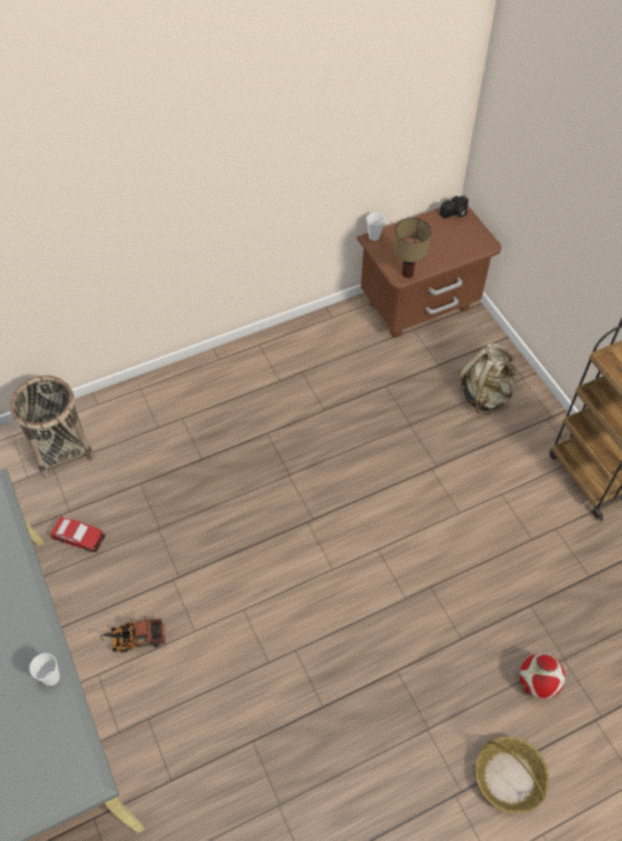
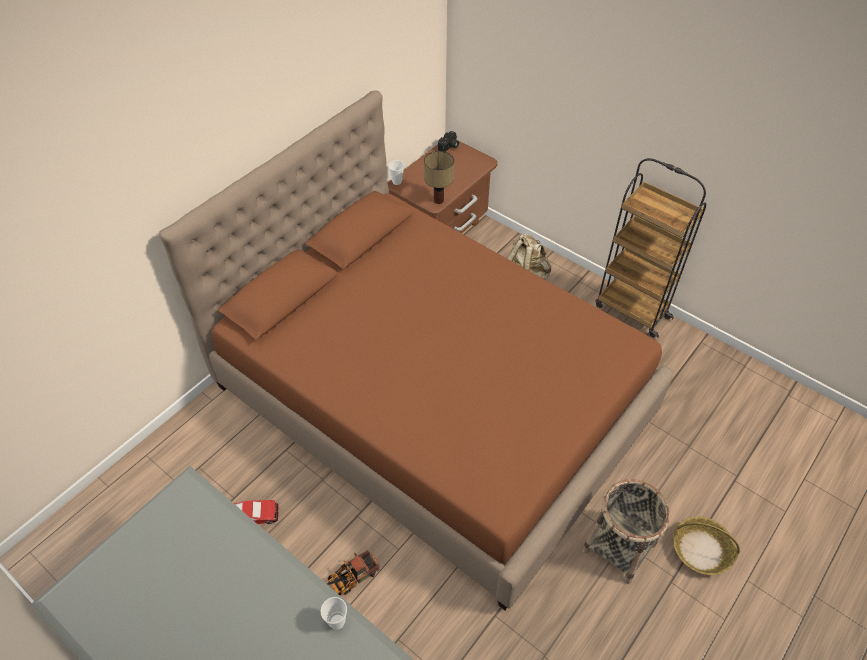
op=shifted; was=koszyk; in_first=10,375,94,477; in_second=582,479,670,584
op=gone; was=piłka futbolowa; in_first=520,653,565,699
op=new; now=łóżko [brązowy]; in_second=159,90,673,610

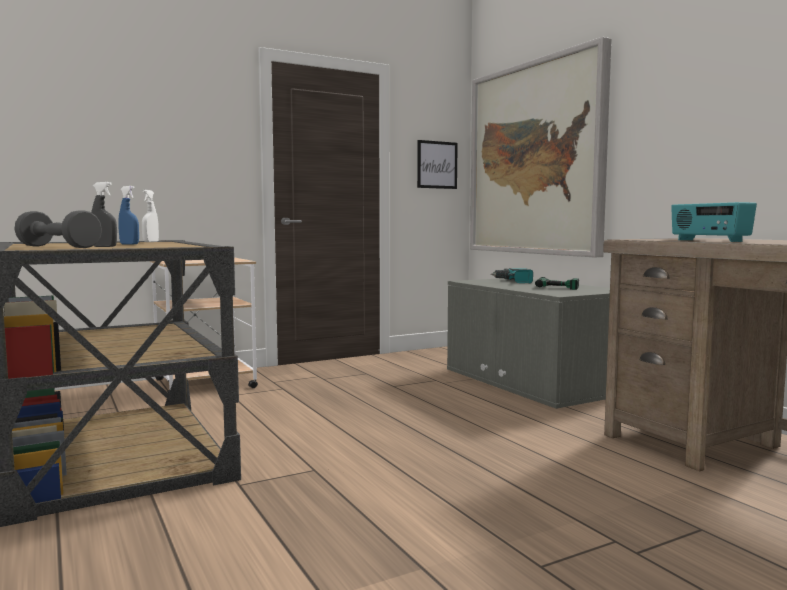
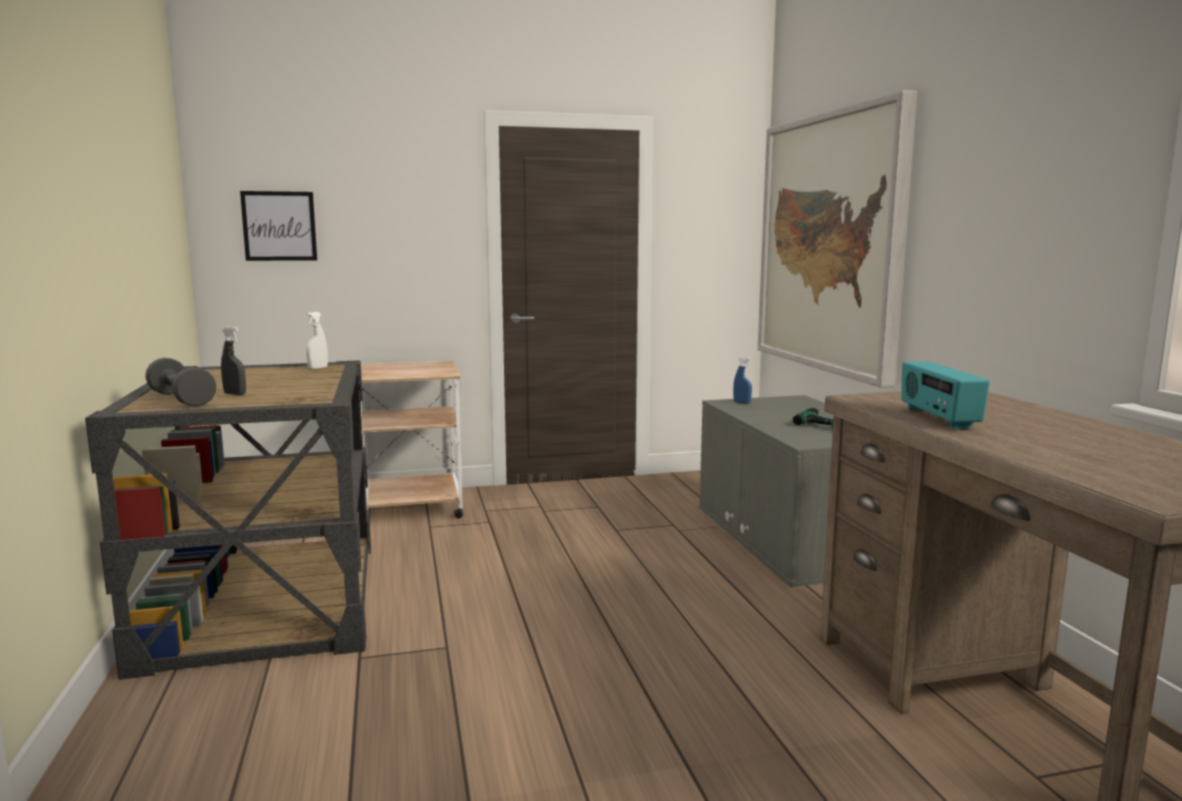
op=shifted; was=obraz; in_first=417,140,458,189; in_second=240,191,317,261
op=shifted; was=spryskiwacz [niebieski]; in_first=118,186,139,245; in_second=733,356,752,404
op=gone; was=wiertarka; in_first=491,268,533,284

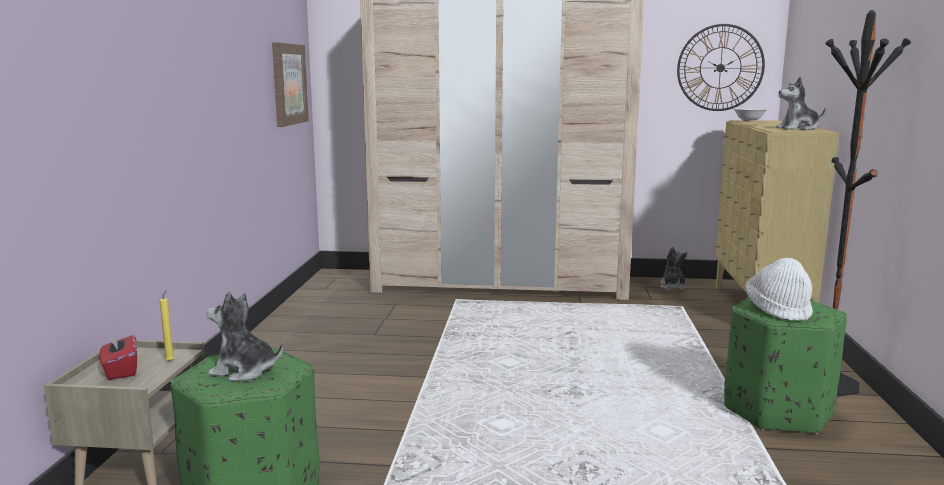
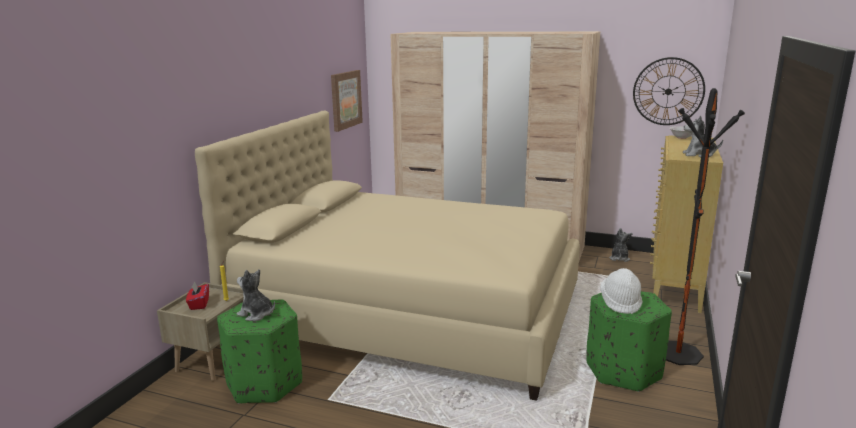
op=new; now=łóżko [beżowy]; in_second=195,111,580,401

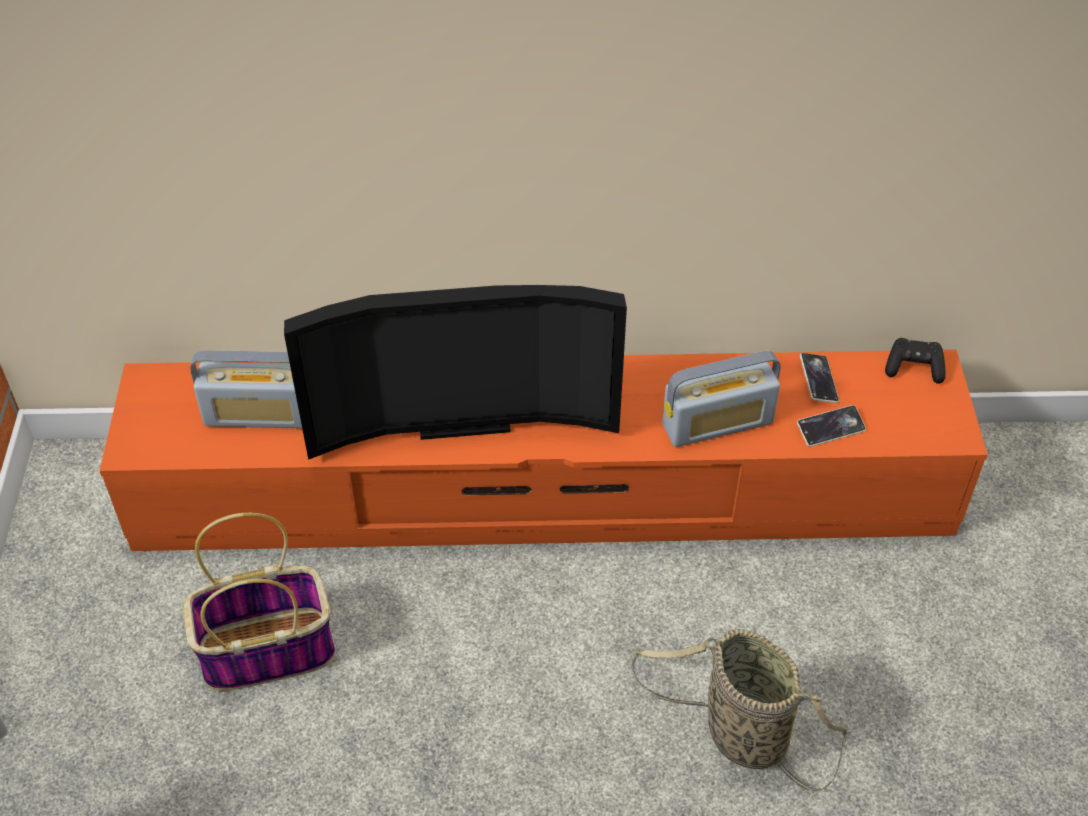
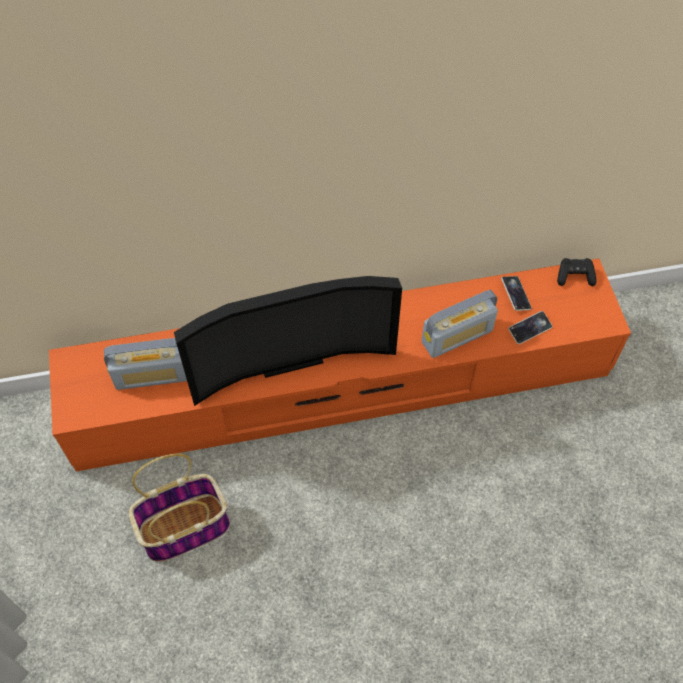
op=gone; was=koszyk; in_first=631,629,848,791

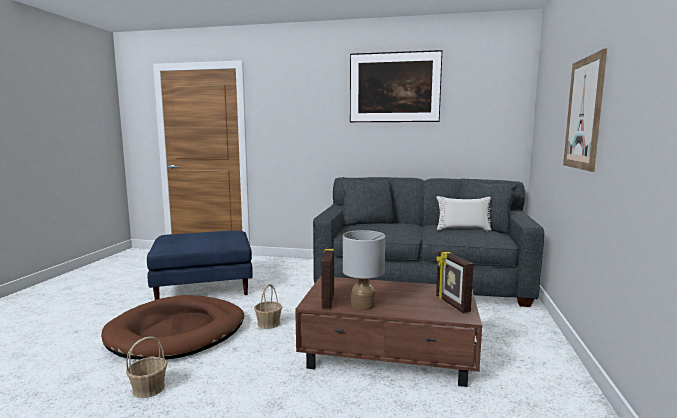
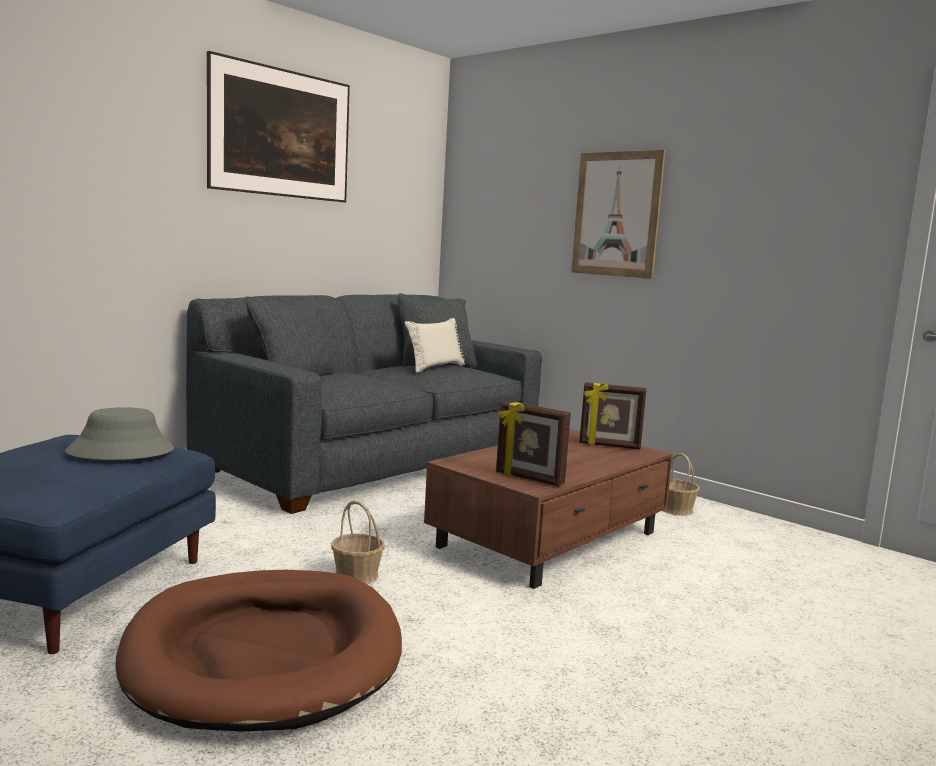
op=gone; was=lampa stołowa [szary]; in_first=343,230,385,310
op=shifted; was=koszyk; in_first=126,337,167,398; in_second=663,453,700,516
op=new; now=kapelusz [szary]; in_second=65,407,174,460

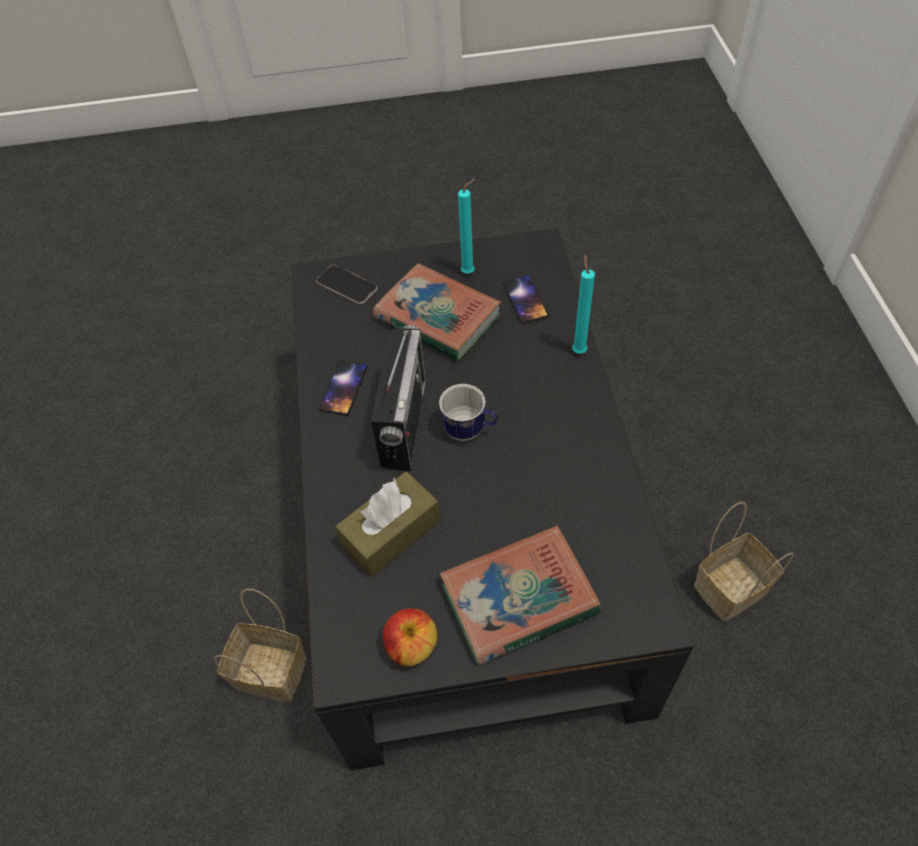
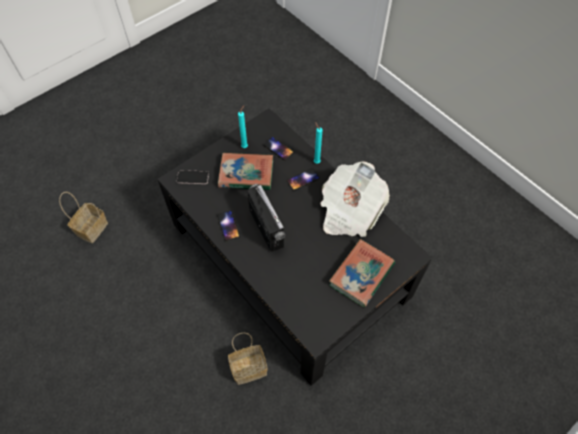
op=gone; was=kubek; in_first=439,384,498,441
op=gone; was=pudełko chusteczek [brązowy]; in_first=335,471,440,577
op=shifted; was=koszyk; in_first=694,502,794,621; in_second=59,192,108,243
op=gone; was=jabłko; in_first=383,609,437,666
op=new; now=gazeta; in_second=321,161,390,237
op=new; now=telefon; in_second=287,168,320,191

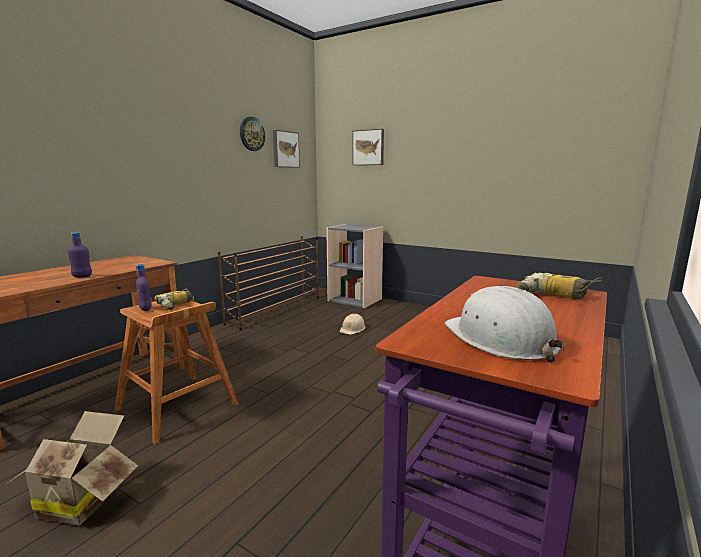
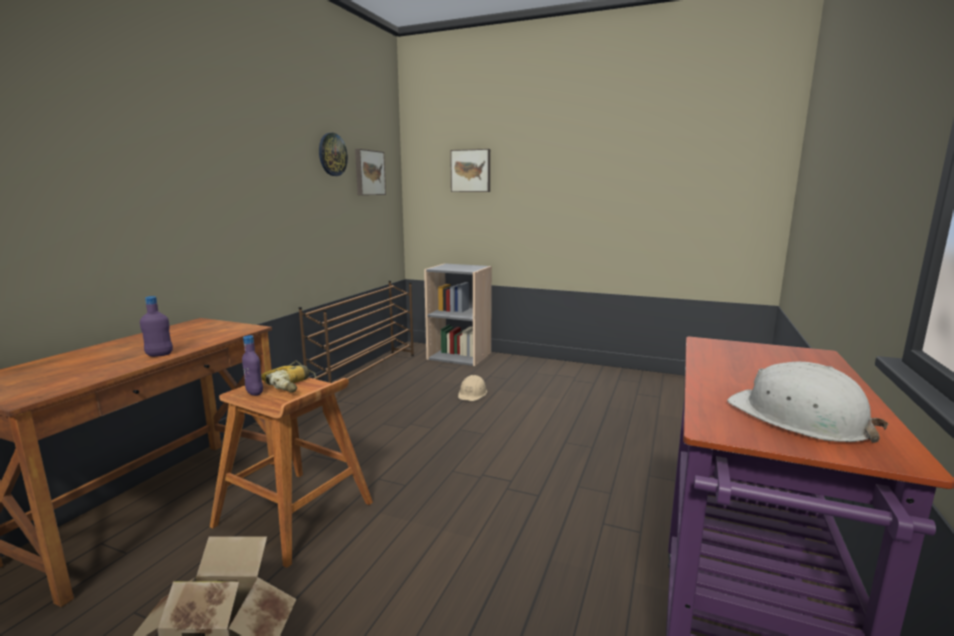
op=gone; was=wiertarka; in_first=514,273,602,300

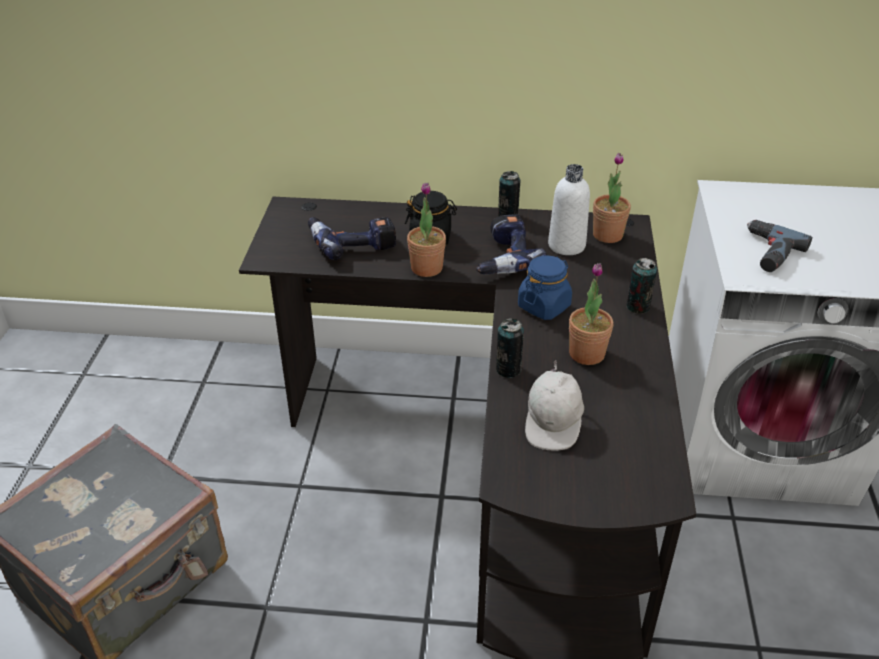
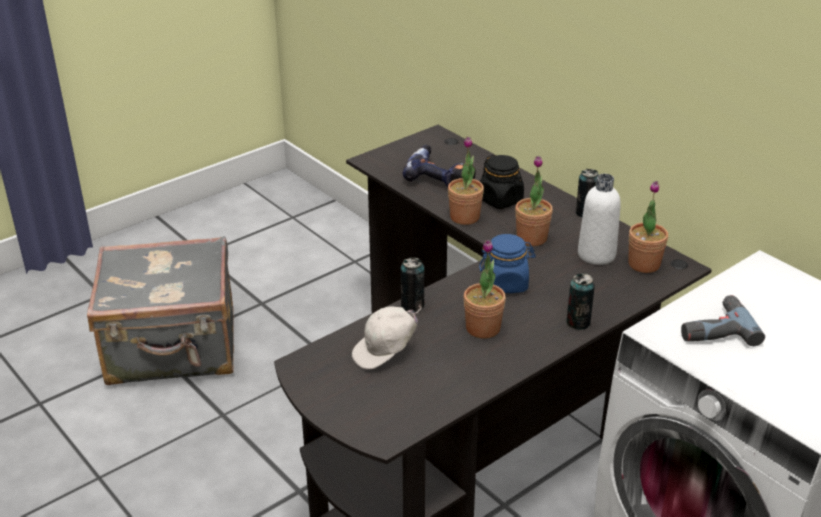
op=swapped; was=wiertarka; now=roślina doniczkowa; in_first=476,214,547,274; in_second=515,156,553,246

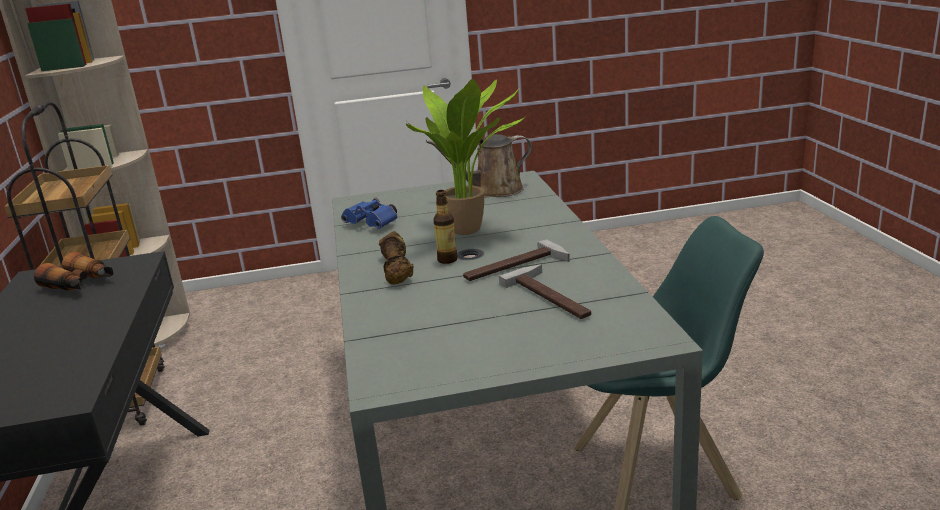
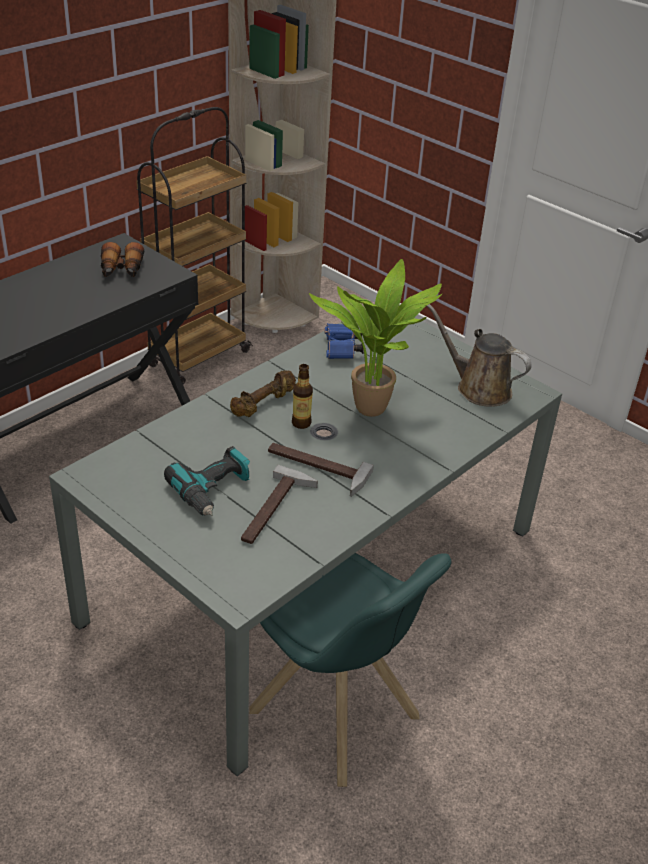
op=new; now=wiertarka; in_second=164,446,250,516

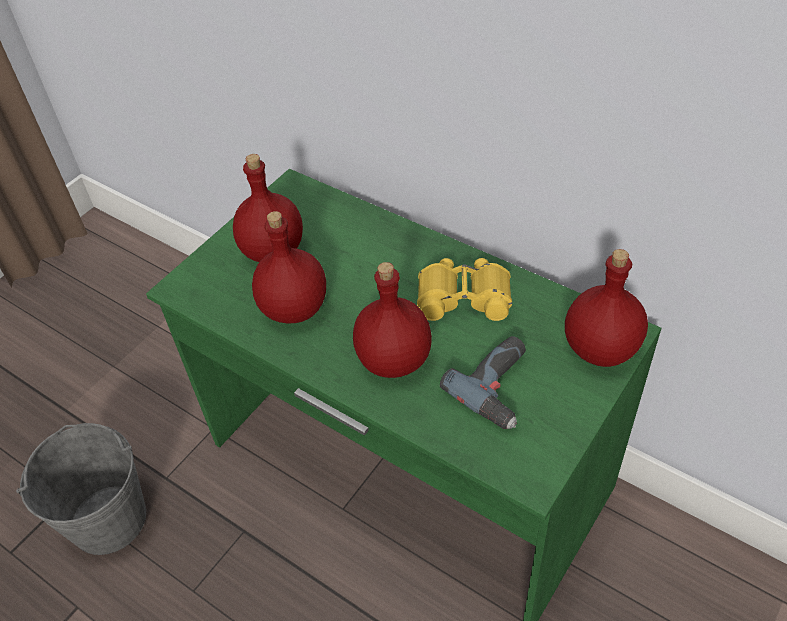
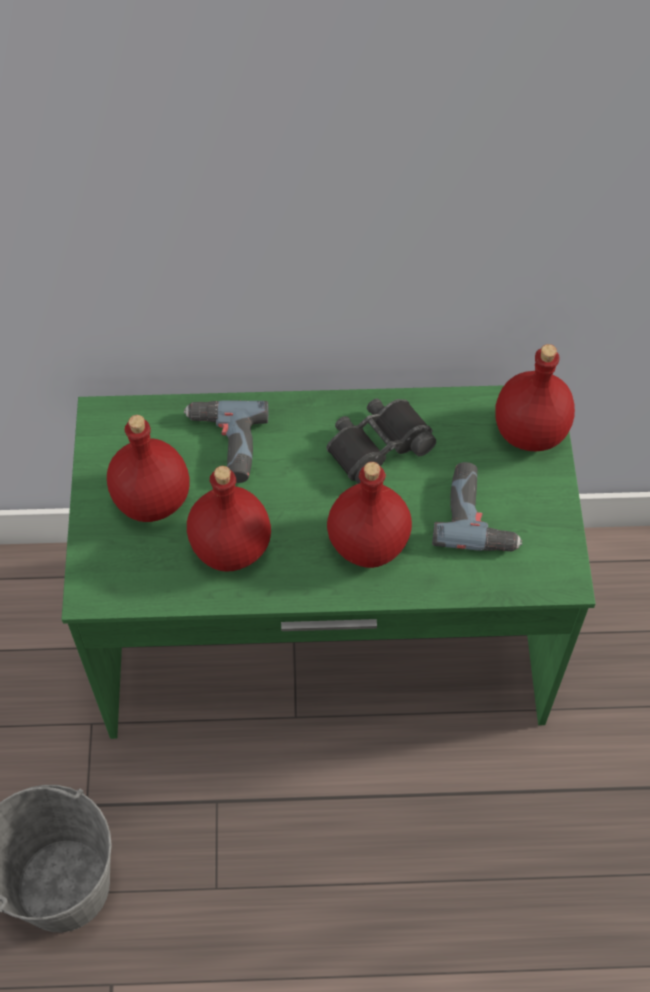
op=repainted; was=lornetka [żółty]; now=lornetka [czarny]; in_first=417,258,512,321; in_second=326,399,436,484
op=new; now=wiertarka; in_second=184,400,269,483

